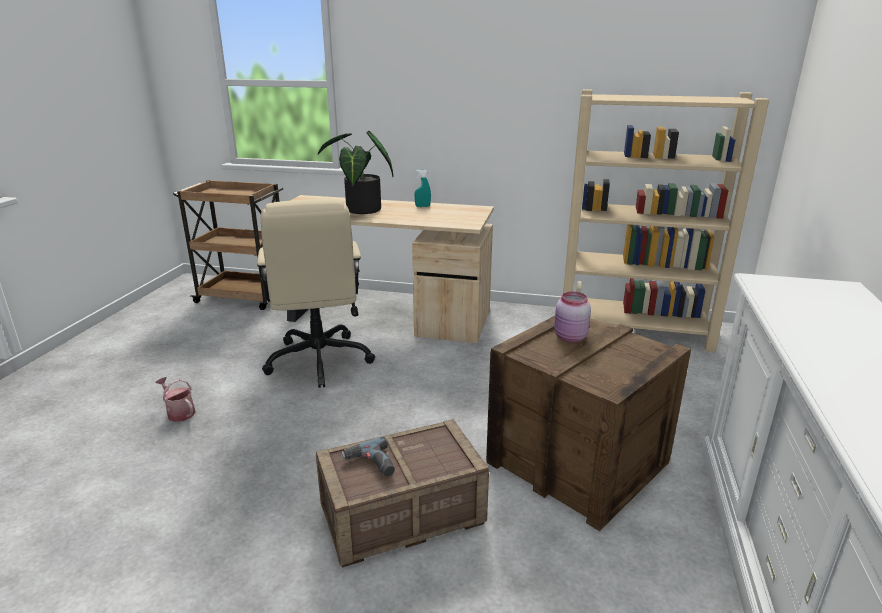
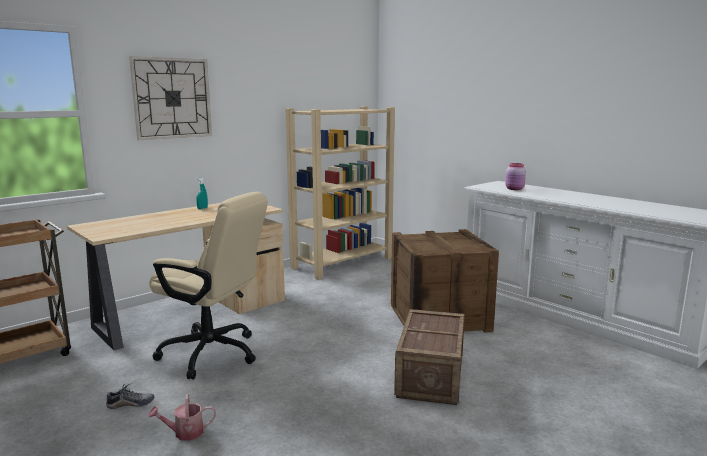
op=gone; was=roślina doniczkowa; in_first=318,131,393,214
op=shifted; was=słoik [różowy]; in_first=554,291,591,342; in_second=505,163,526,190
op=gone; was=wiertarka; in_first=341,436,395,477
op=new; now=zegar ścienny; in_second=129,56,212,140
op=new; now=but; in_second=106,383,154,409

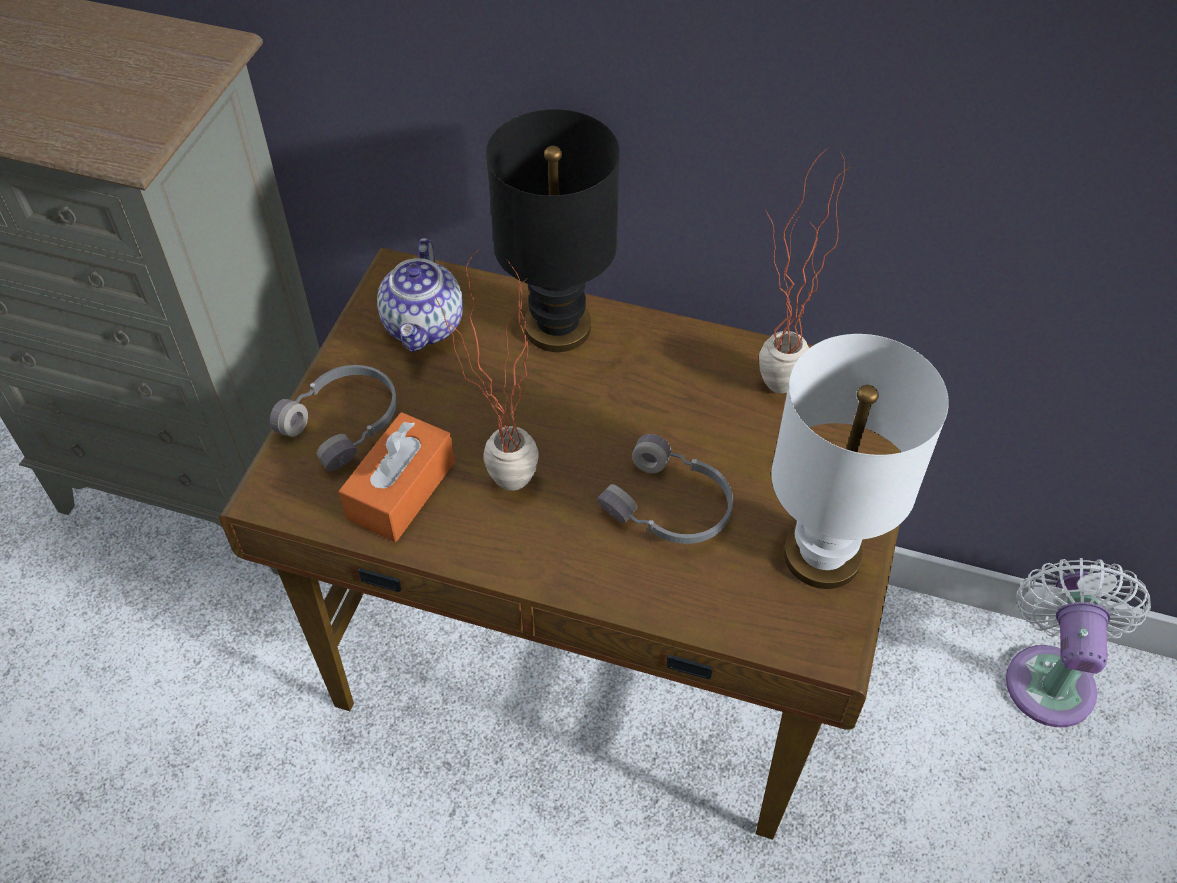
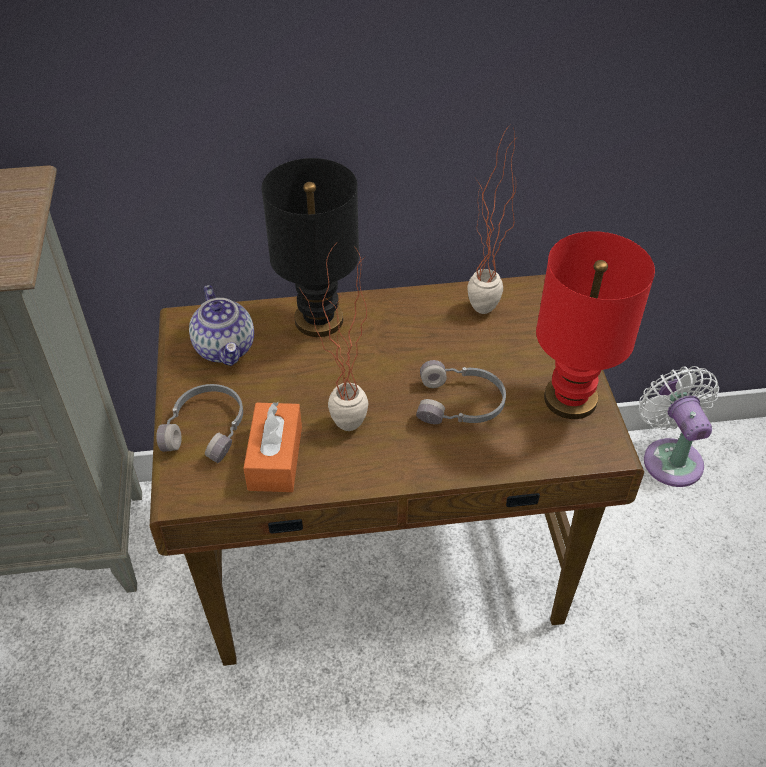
op=repainted; was=lampa stołowa [biały]; now=lampa stołowa [czerwony]; in_first=772,334,949,589; in_second=536,231,655,419

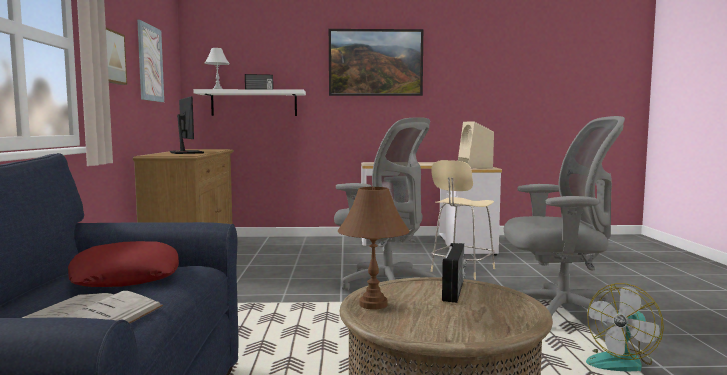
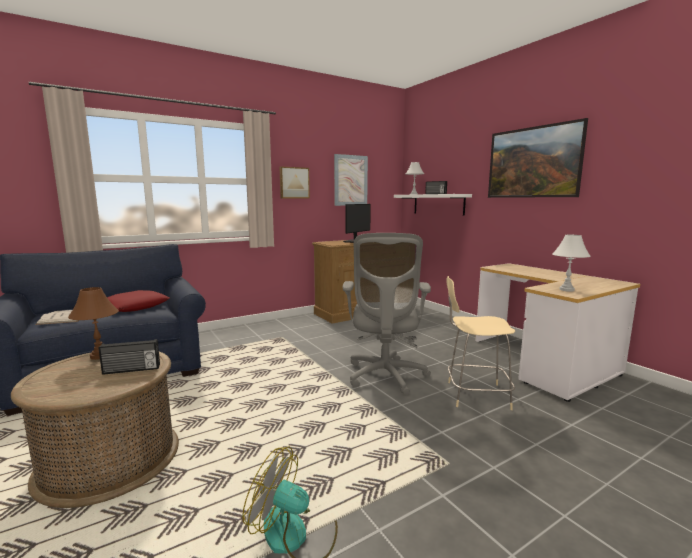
op=gone; was=krzesło biurowe [szary]; in_first=504,116,625,329
op=swapped; was=głośnik [beżowy]; now=lampa stołowa [biały]; in_first=458,121,494,168; in_second=552,235,591,292

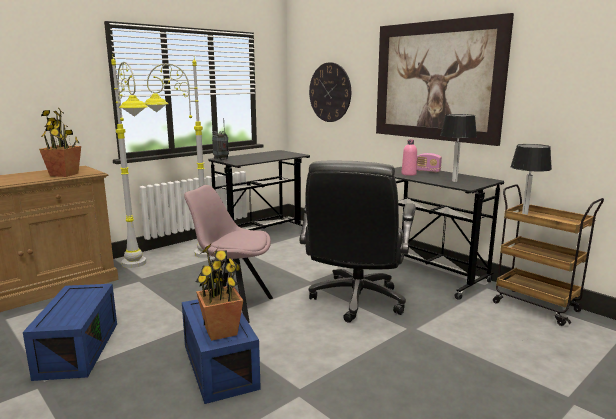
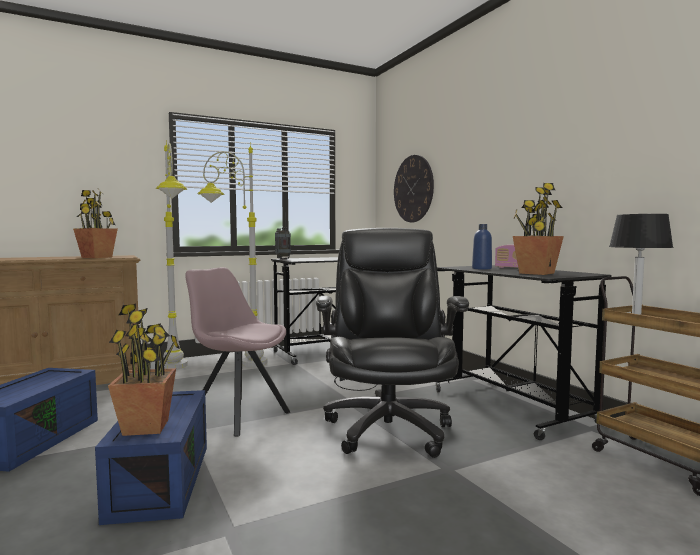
op=gone; was=obraz; in_first=376,13,514,146
op=swapped; was=lampa stołowa; now=roślina doniczkowa; in_first=440,114,477,182; in_second=513,183,564,275
op=repainted; was=butelka [różowy]; now=butelka [niebieski]; in_first=402,140,417,176; in_second=472,224,492,270
op=rotated; was=krzesło biurowe [czarny]; in_first=300,161,416,323; in_second=316,228,469,458; clockwise=150

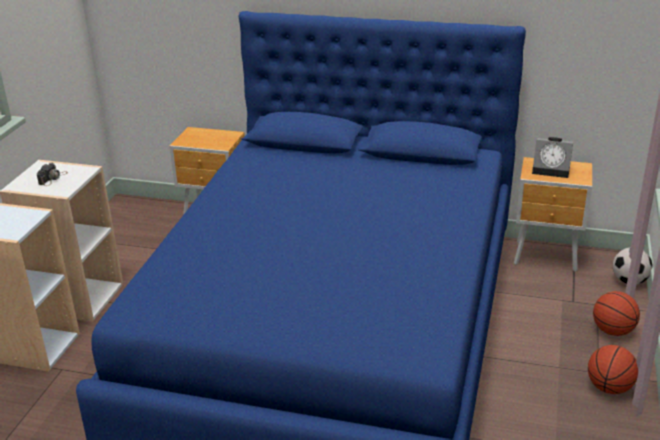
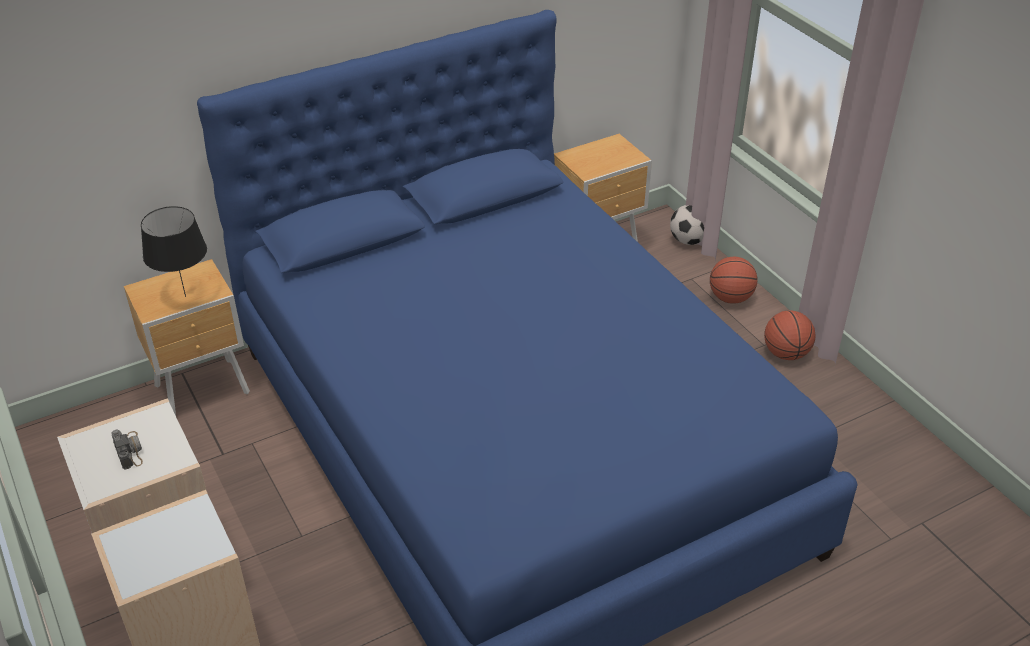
op=gone; was=budzik; in_first=532,137,573,178
op=new; now=lampa stołowa [czarny]; in_second=141,206,207,297

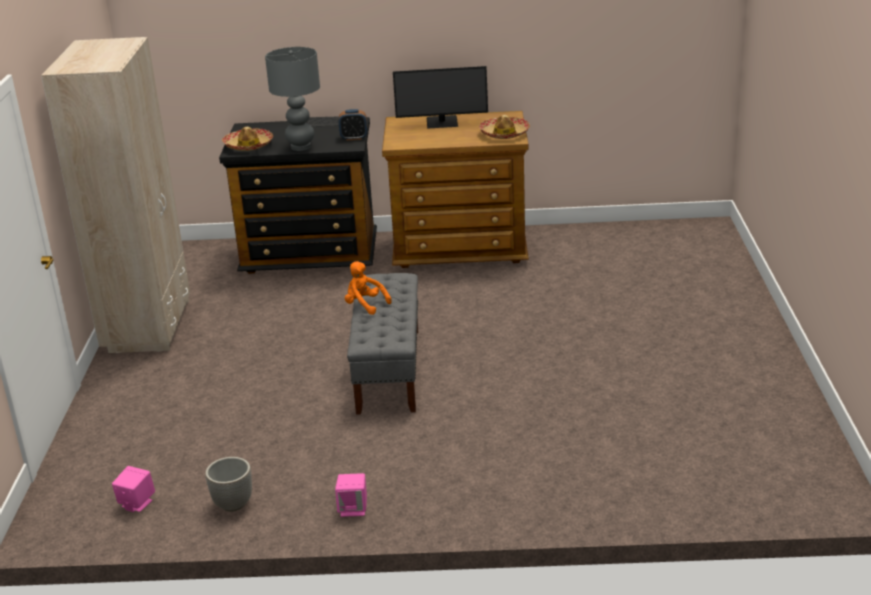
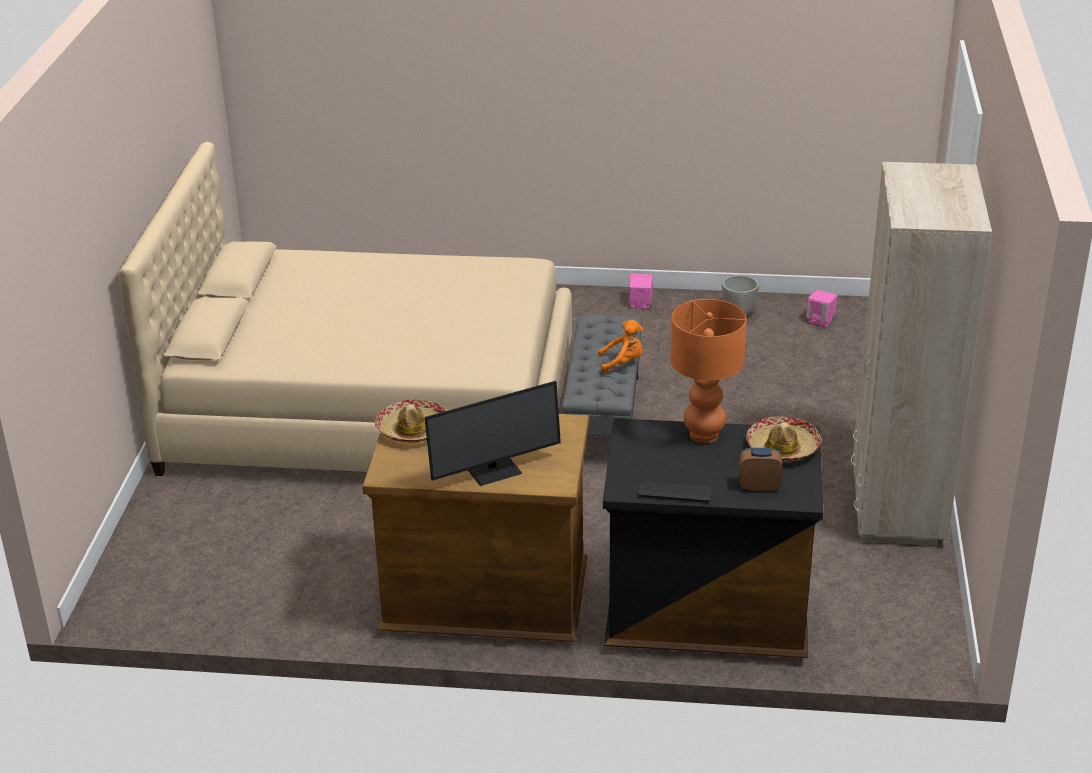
op=repainted; was=lampa stołowa [szary]; now=lampa stołowa [pomarańczowy]; in_first=265,47,320,151; in_second=670,299,747,443
op=rotated; was=monitor; in_first=393,66,488,129; in_second=424,381,561,486; clockwise=150
op=shifted; was=budzik; in_first=339,109,367,141; in_second=738,448,783,491
op=rotated; was=pluszak [pomarańczowy]; in_first=345,261,392,315; in_second=598,320,643,373; clockwise=-45
op=new; now=łóżko [beżowy]; in_second=118,142,572,476

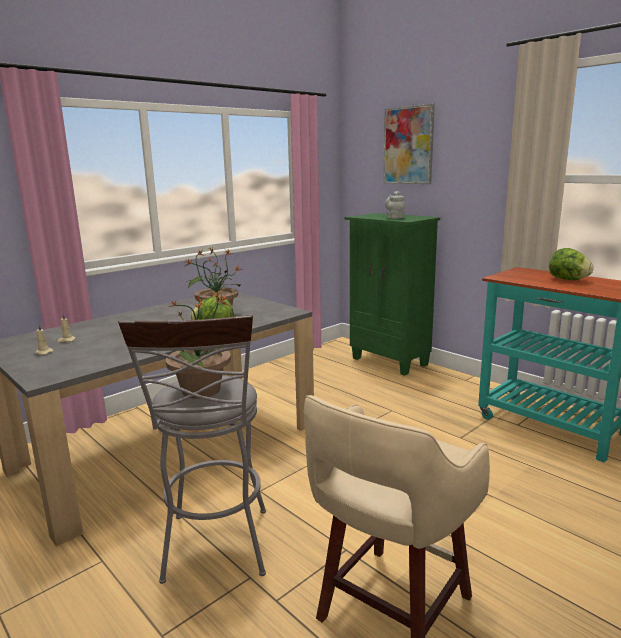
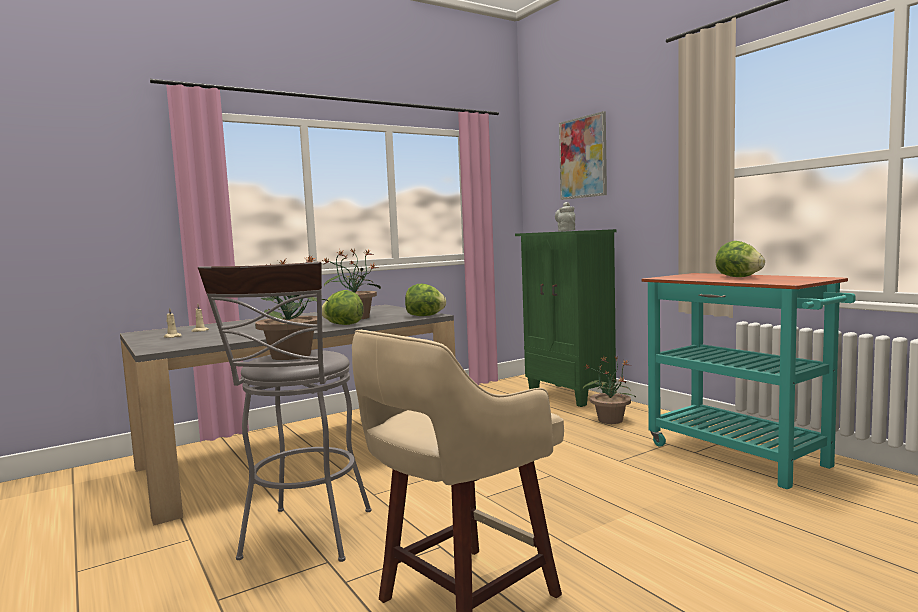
op=new; now=sałata; in_second=405,284,446,316
op=new; now=roślina doniczkowa; in_second=582,355,636,424

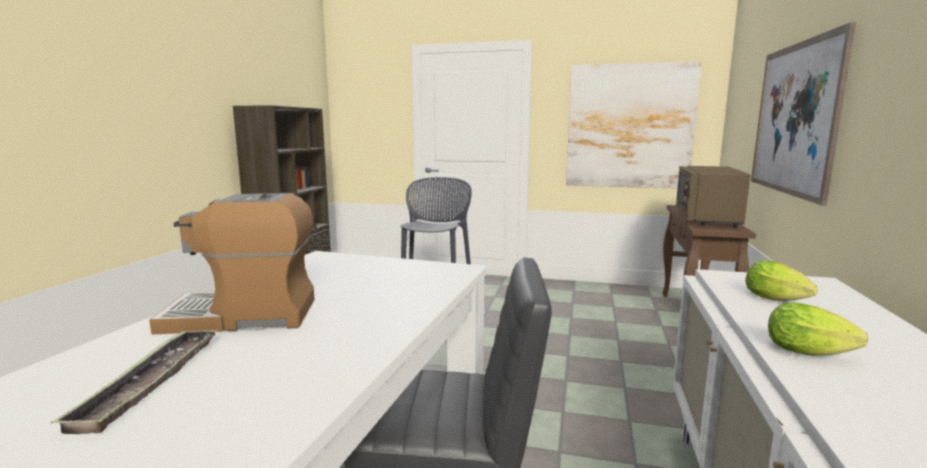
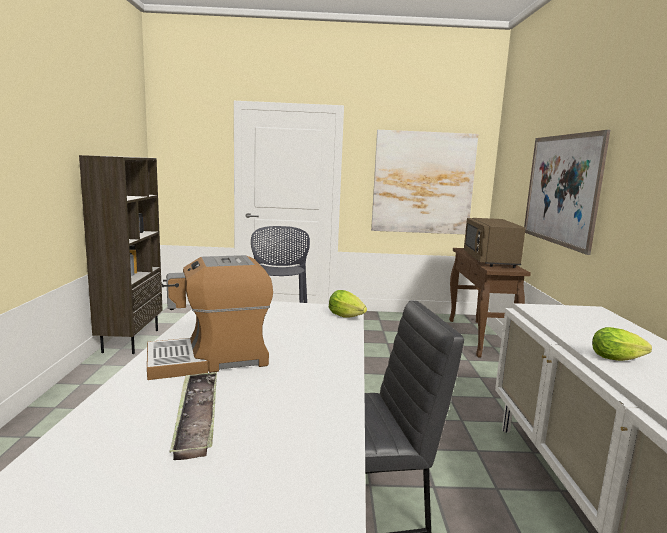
op=shifted; was=sałata; in_first=745,260,818,301; in_second=329,290,367,318

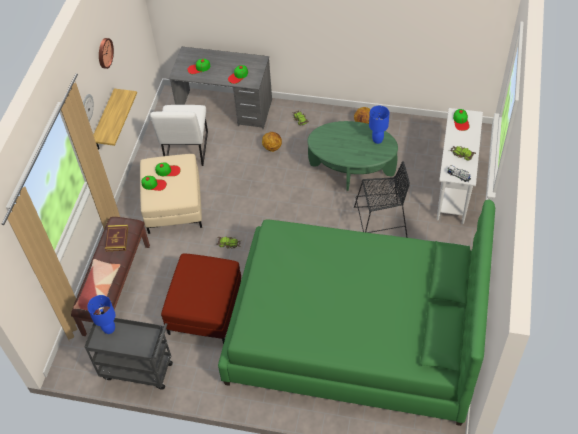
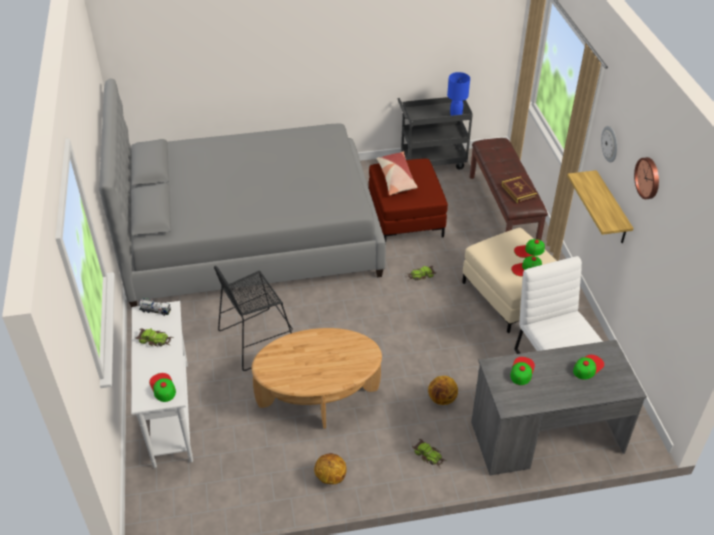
op=gone; was=lampa stołowa [niebieski]; in_first=369,106,389,144
op=repainted; was=ława [zielony]; now=ława [brązowy]; in_first=307,121,398,191; in_second=252,328,382,429
op=repainted; was=łóżko [zielony]; now=łóżko [szary]; in_first=218,200,495,426; in_second=99,78,386,308
op=shifted; was=poduszka; in_first=73,259,120,315; in_second=376,151,417,195

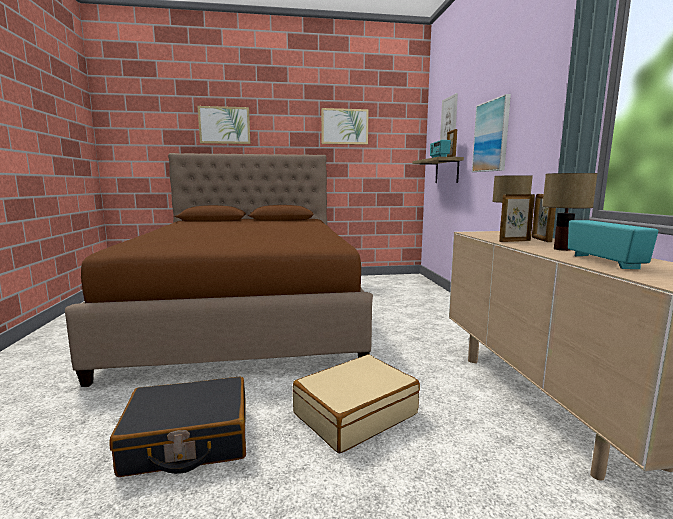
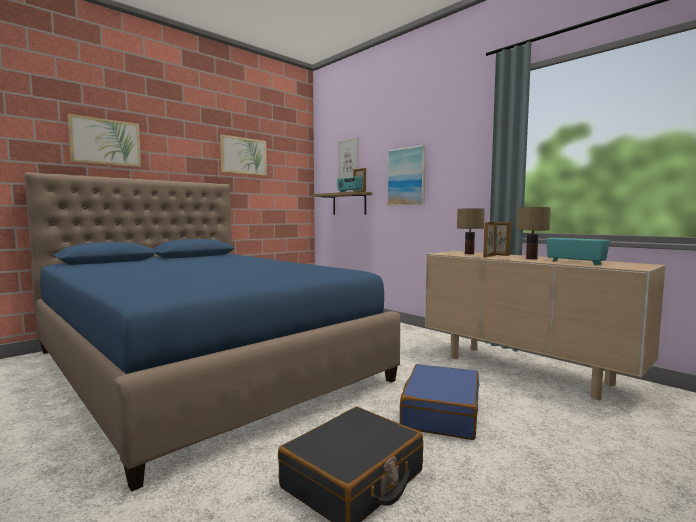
op=repainted; was=łóżko [brązowy]; now=łóżko [niebieski]; in_first=65,153,373,387; in_second=24,172,400,492
op=repainted; was=walizka [beżowy]; now=walizka [niebieski]; in_first=293,355,420,453; in_second=400,364,480,440

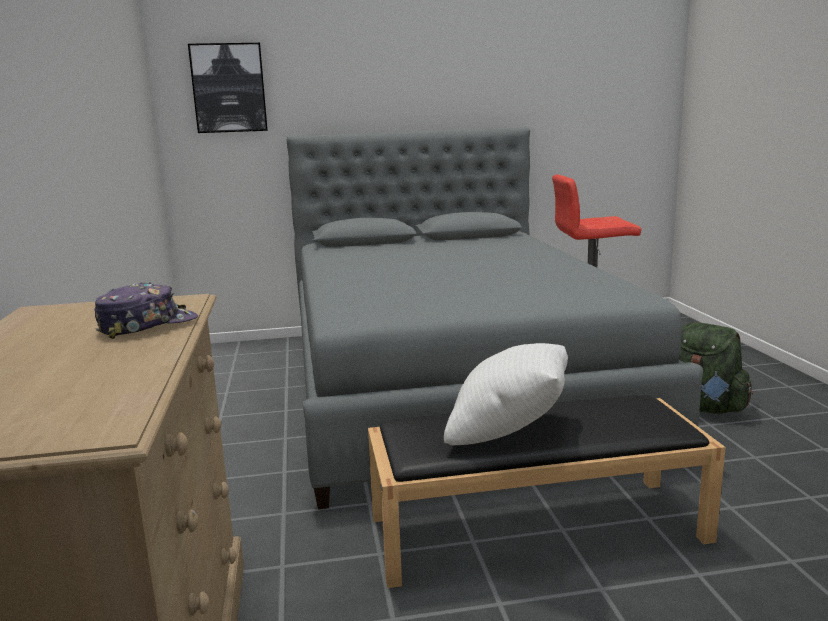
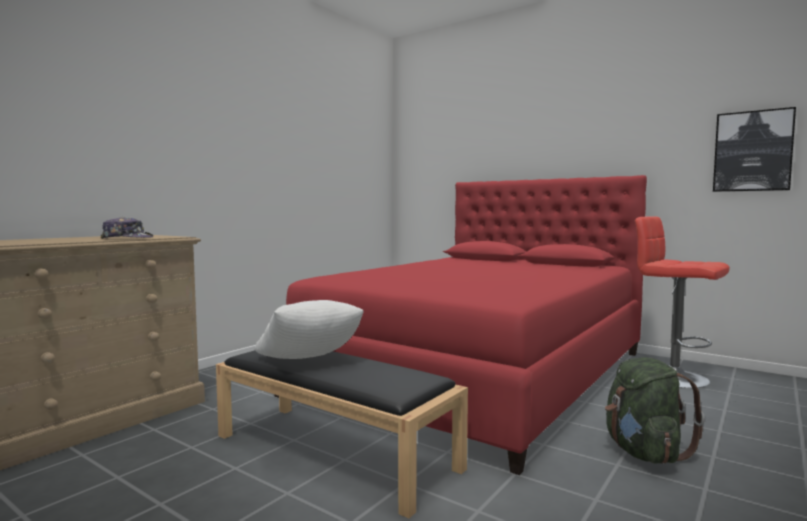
op=shifted; was=obraz; in_first=188,43,268,133; in_second=713,107,796,192
op=repainted; was=łóżko [szary]; now=łóżko [czerwony]; in_first=287,127,703,509; in_second=274,175,647,475

